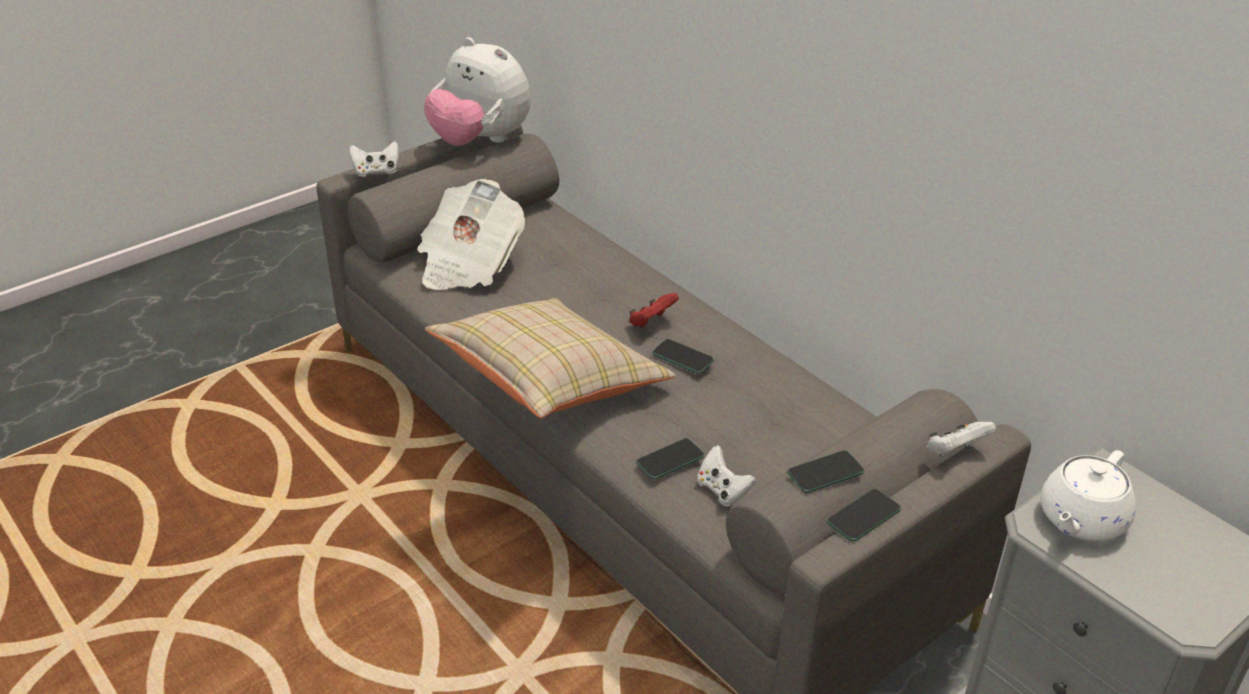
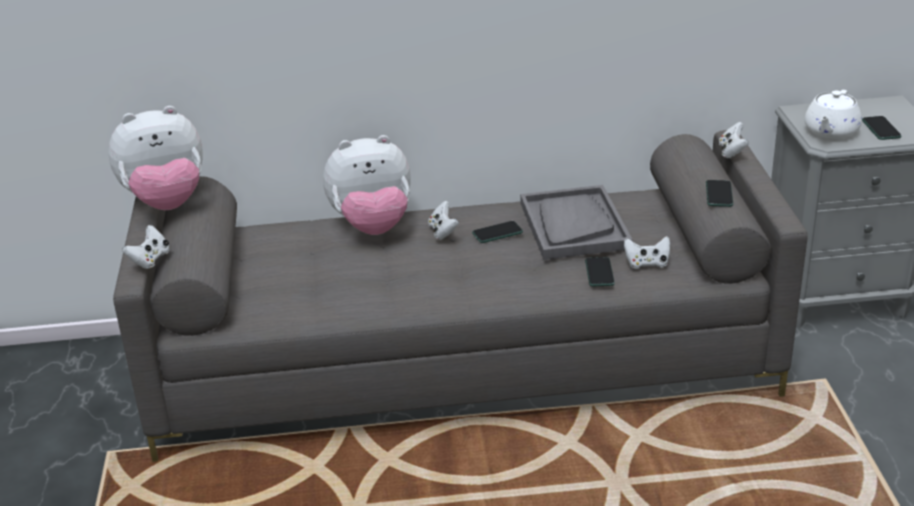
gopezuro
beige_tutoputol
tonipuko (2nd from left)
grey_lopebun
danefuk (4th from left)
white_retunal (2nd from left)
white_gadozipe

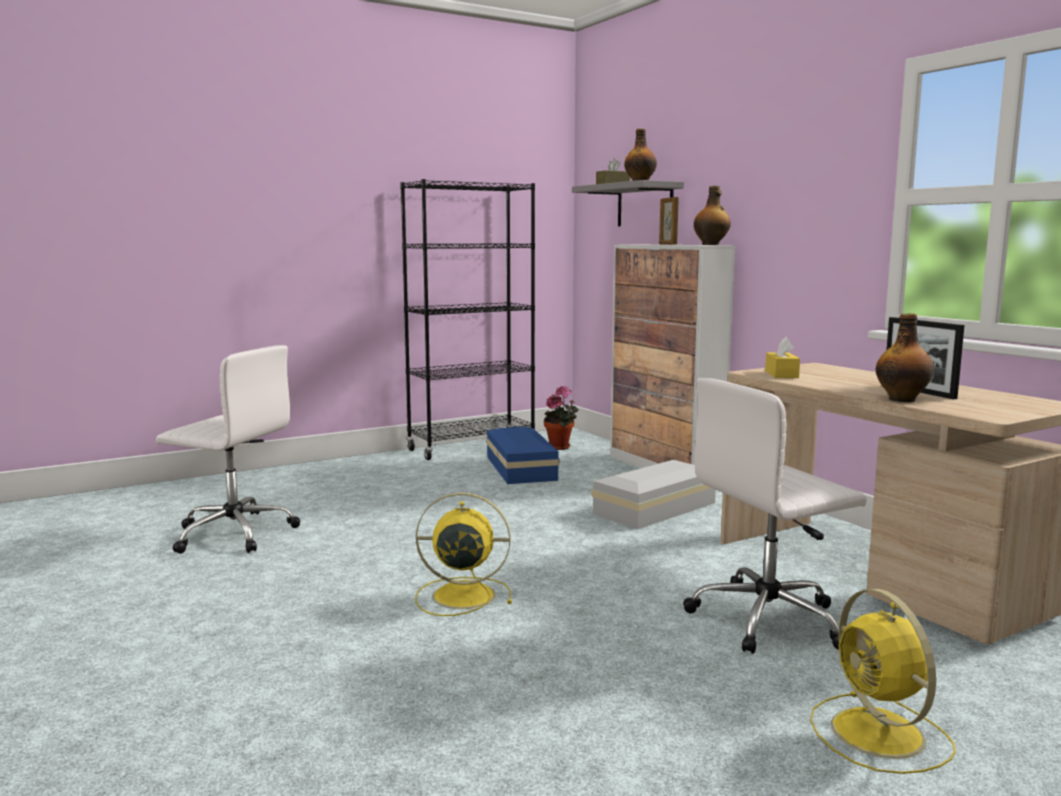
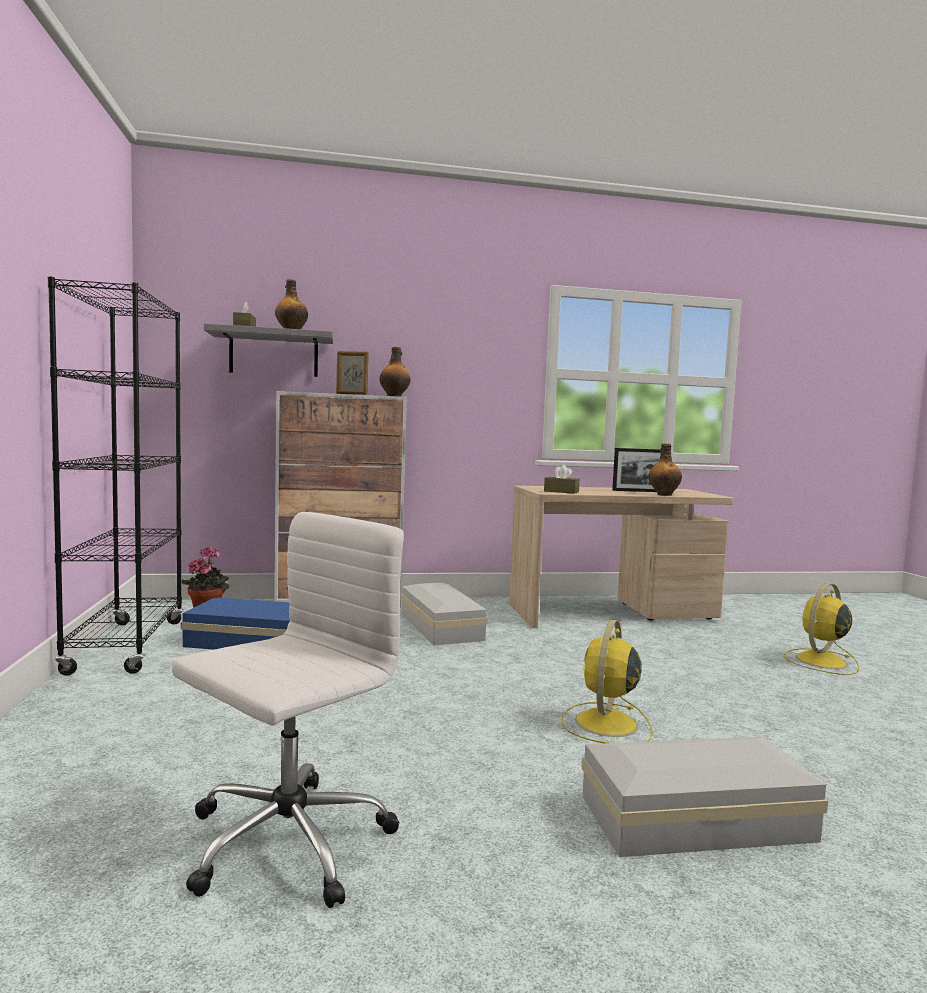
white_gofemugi (2nd from left in the first image)
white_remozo (2nd from left)
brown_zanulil (2nd from left)
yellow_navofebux (2nd from left)

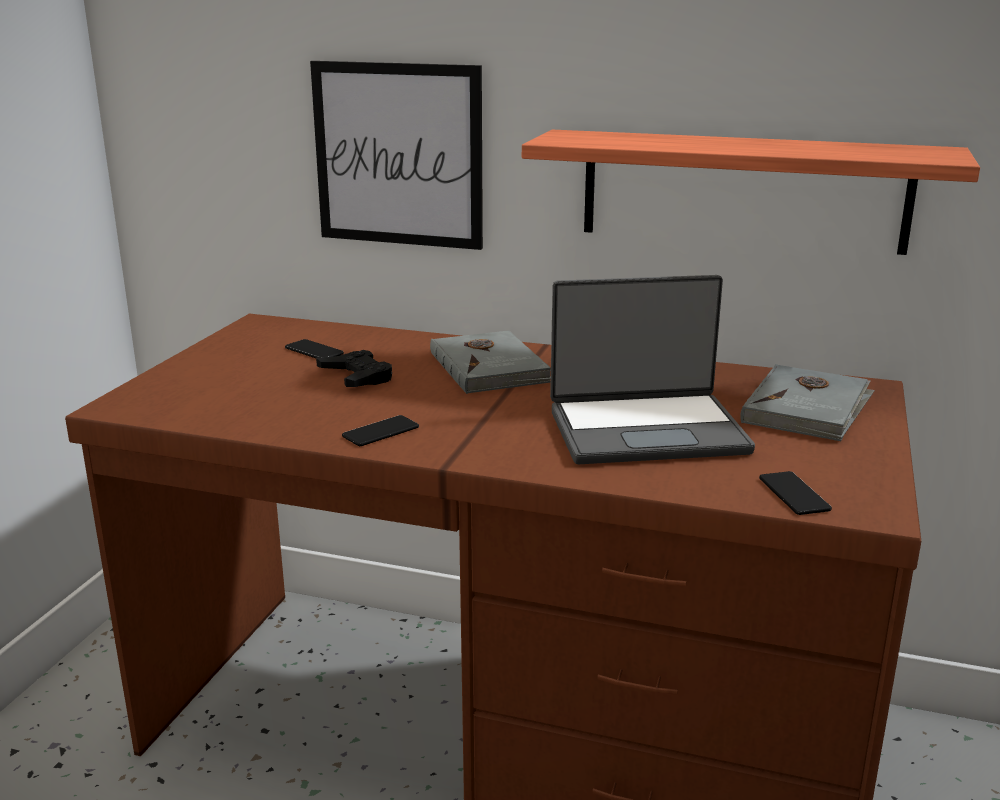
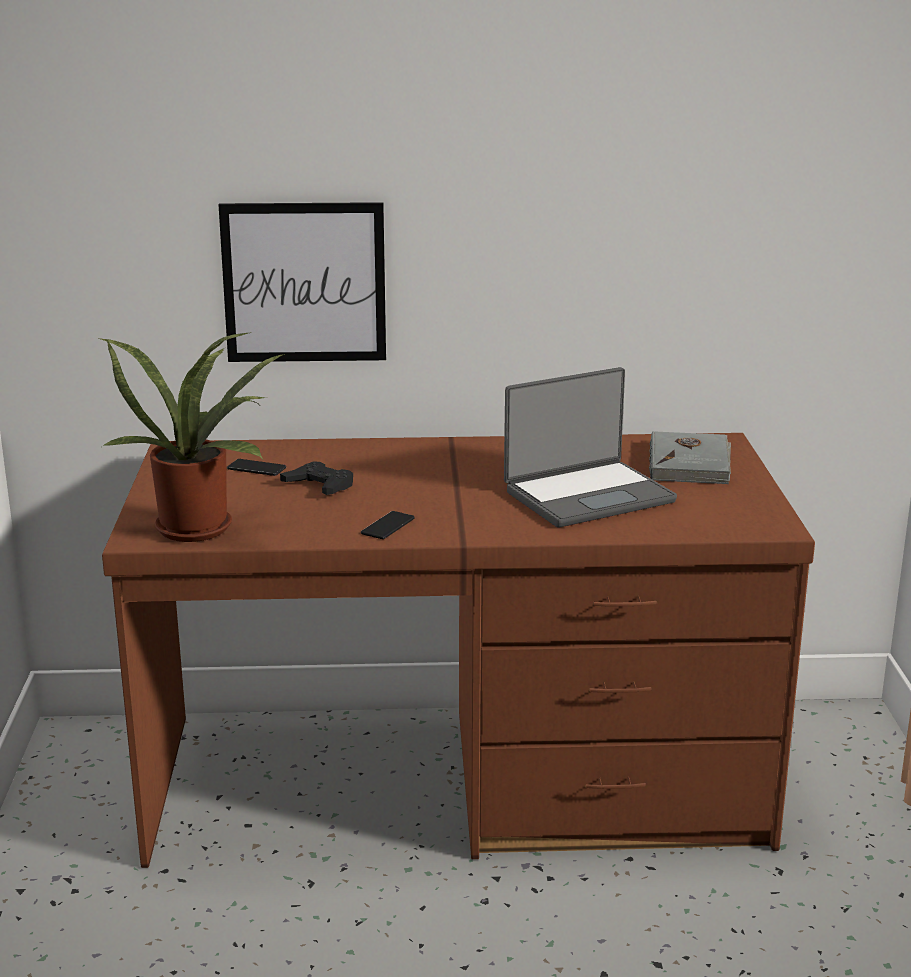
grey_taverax (1st from left in the first image)
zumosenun
danefuk (3rd from left in the first image)
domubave

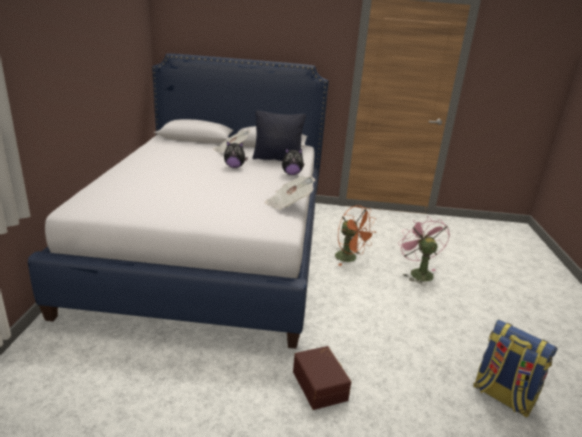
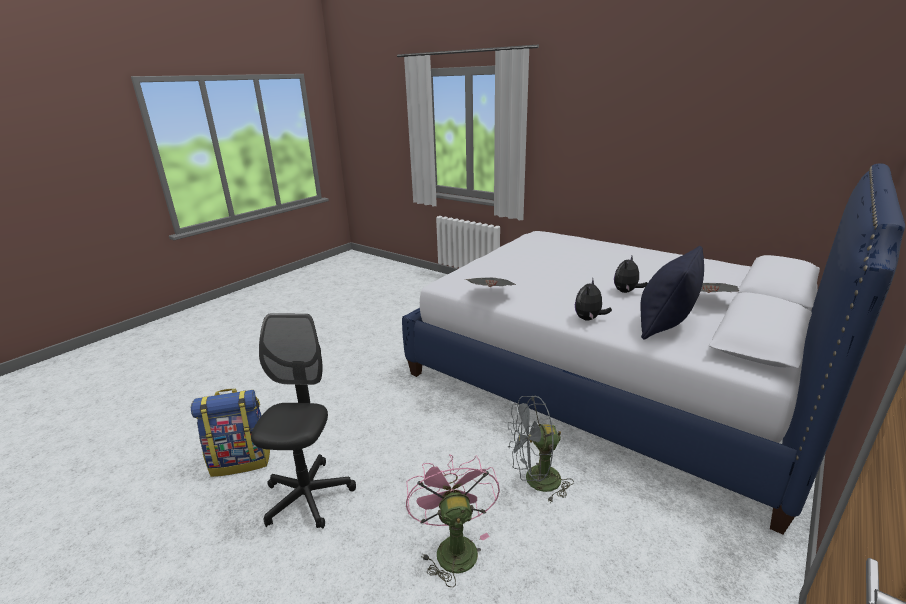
brown_remozo
black_gofemugi
grey_navofebux
pink_navofebux

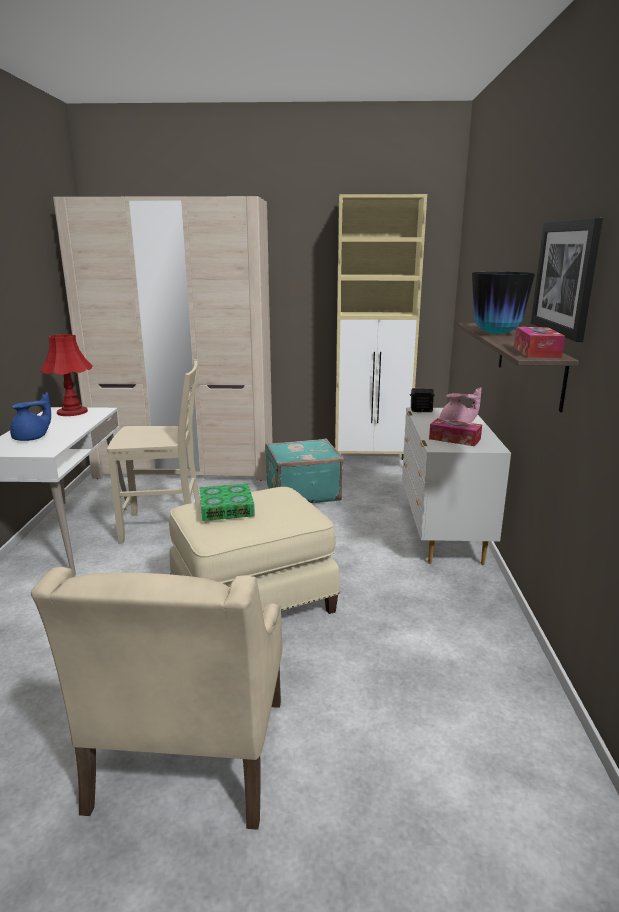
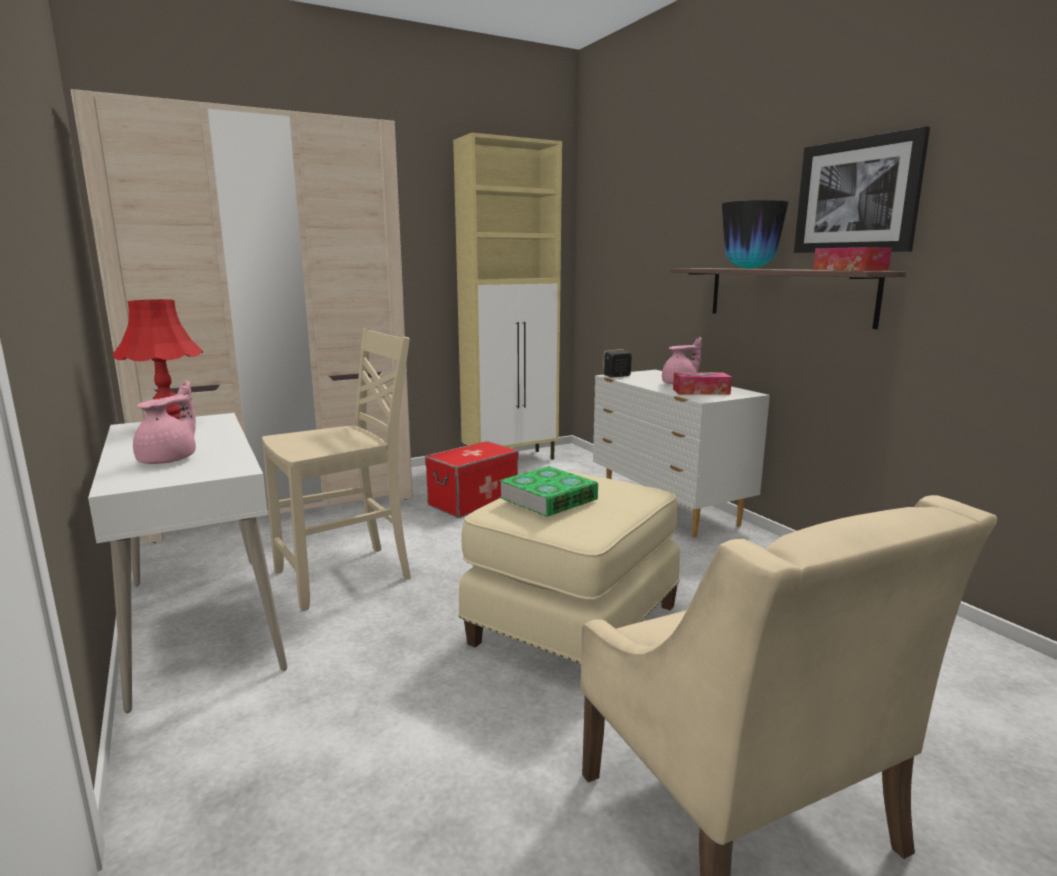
remozo
pink_gadozipe (1st from left)

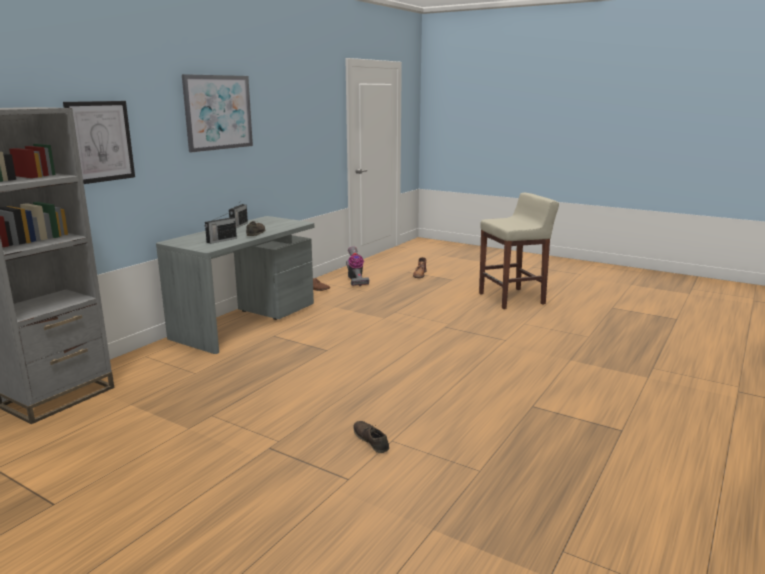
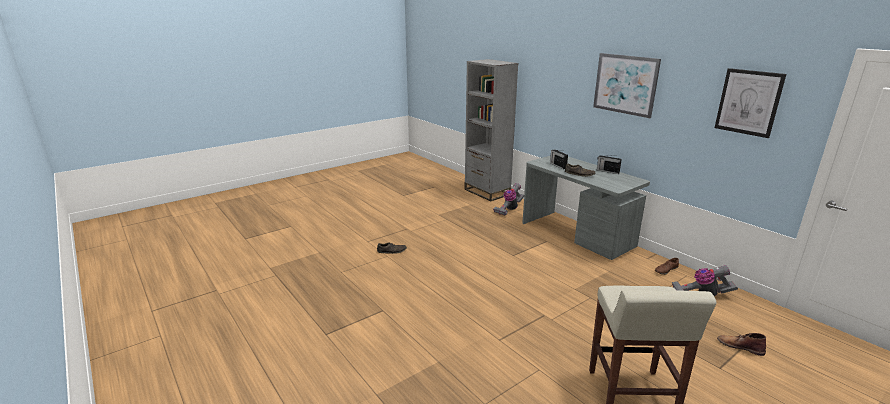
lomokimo (1st from left)
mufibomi (2nd from left)

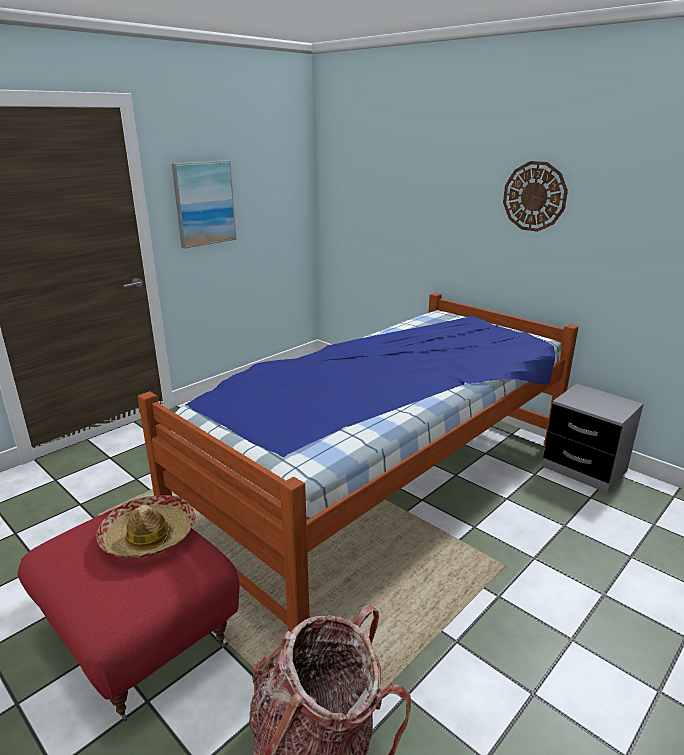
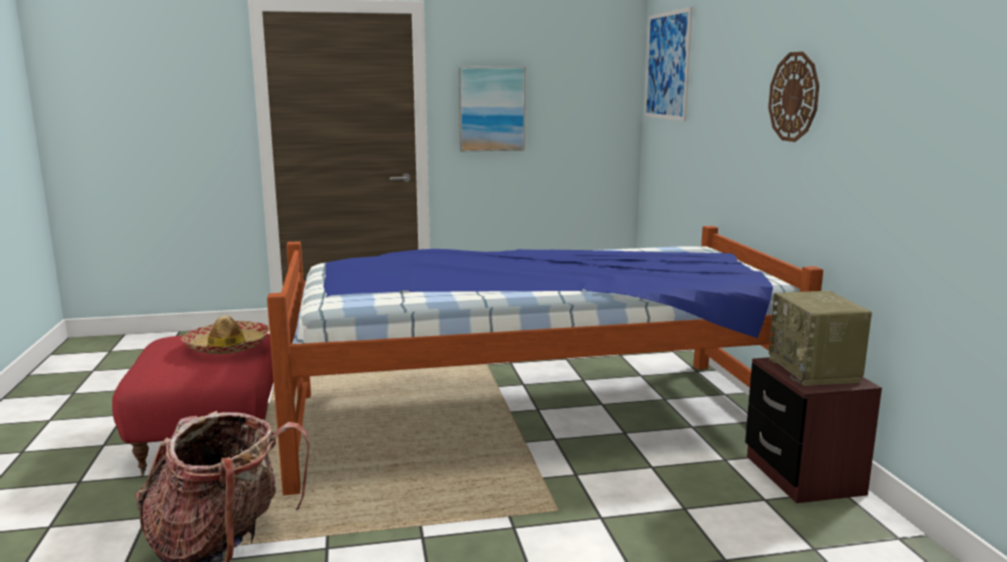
mufibomi (2nd from left)
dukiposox
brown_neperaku

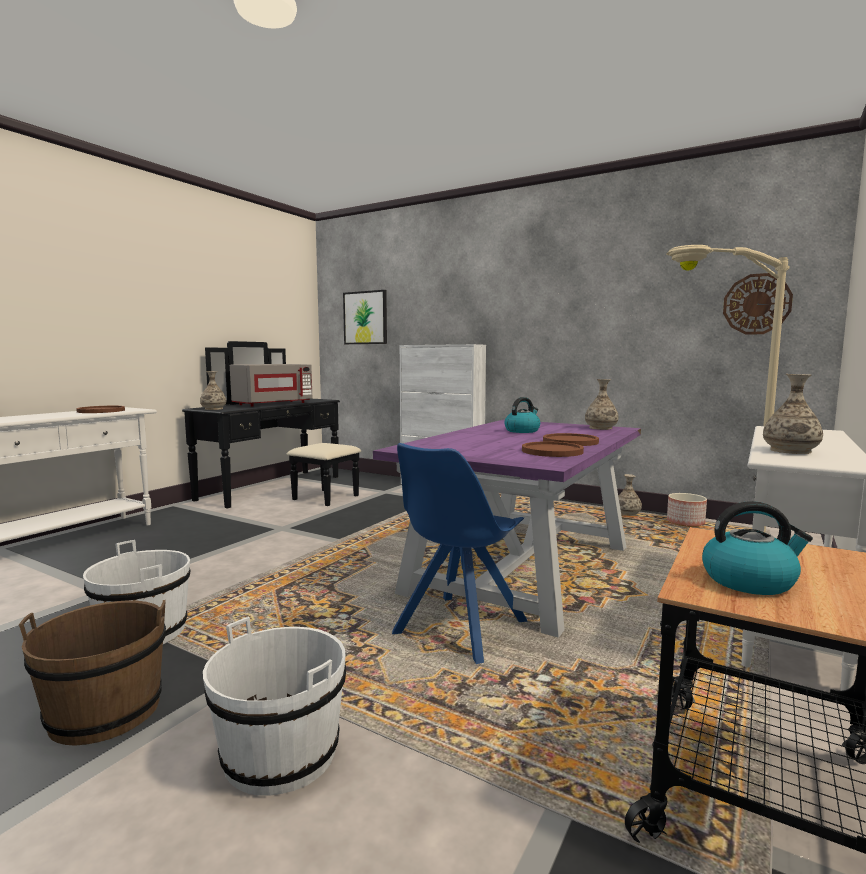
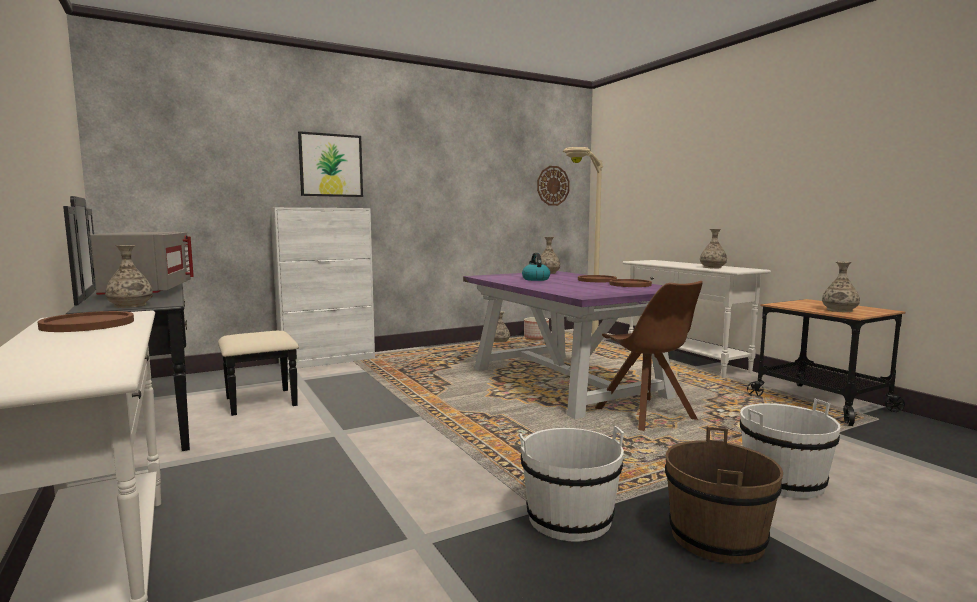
mufibomi
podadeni (5th from left)
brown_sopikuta

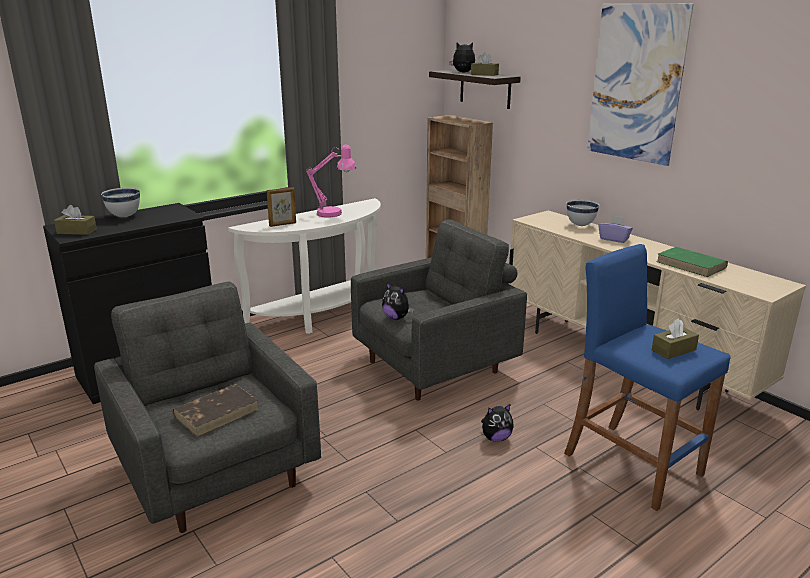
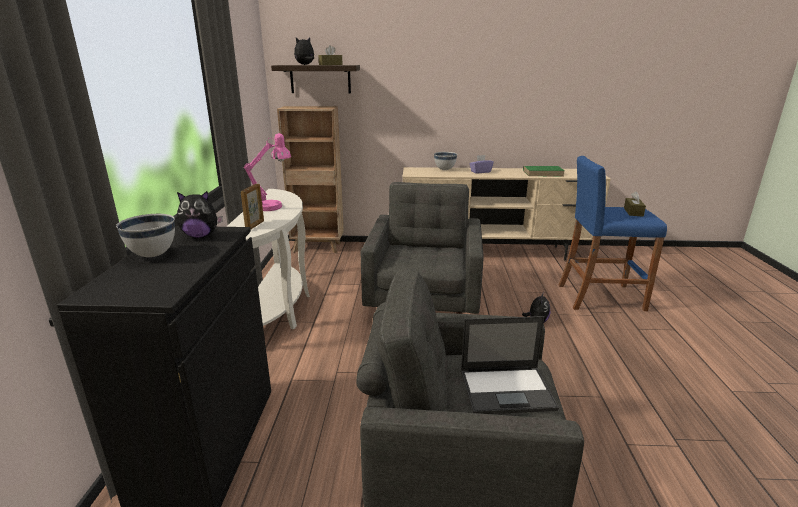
brown_zanulil (1st from left in the first image)
mufibomi
tonipuko (1st from left)
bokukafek

